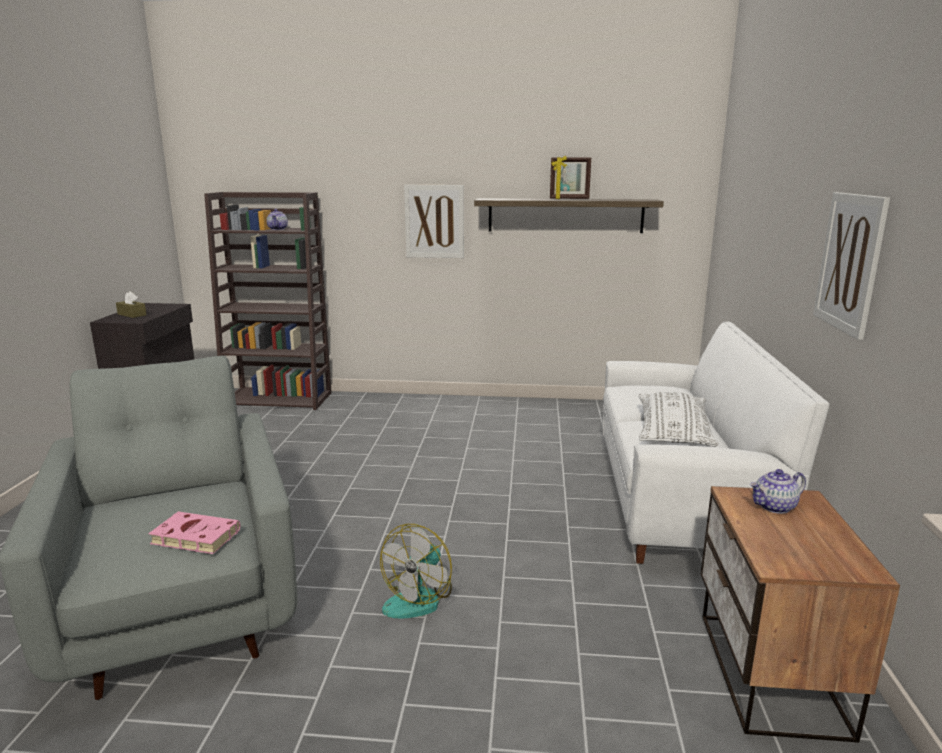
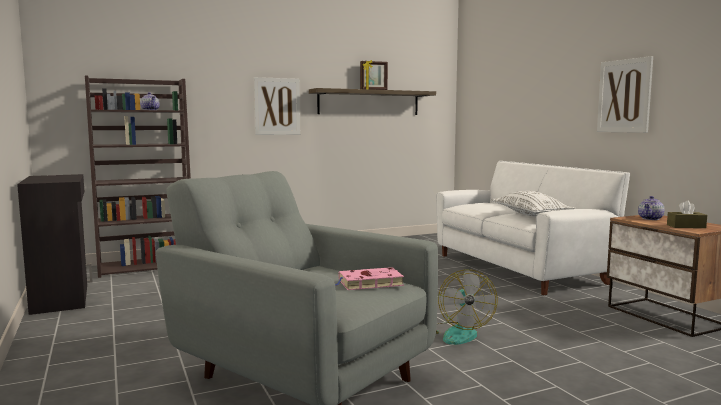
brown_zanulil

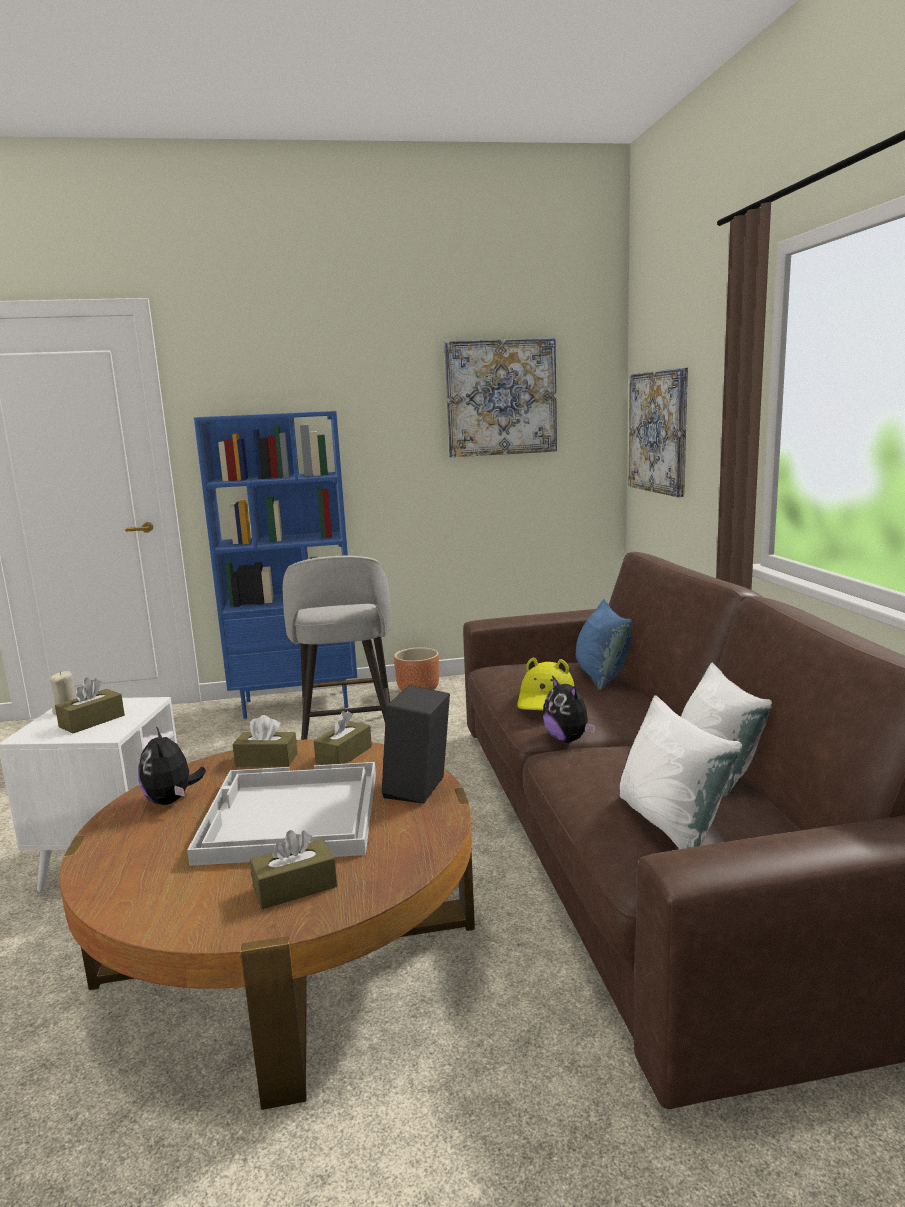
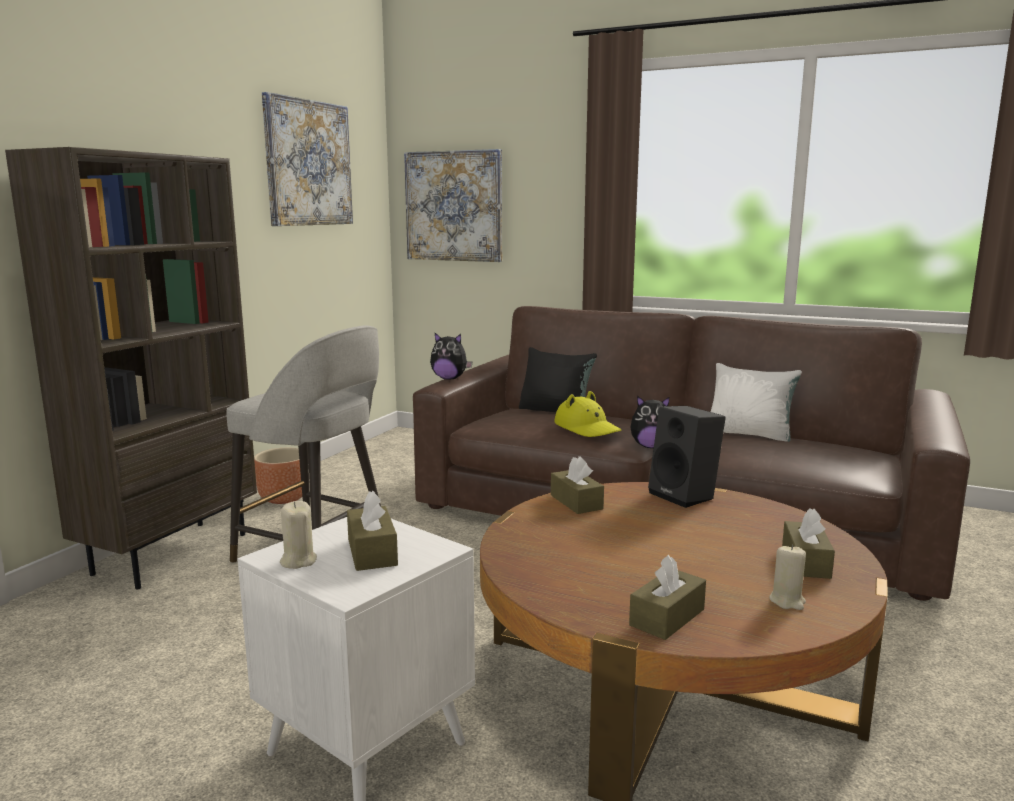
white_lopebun
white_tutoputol (1st from left in the first image)
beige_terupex (2nd from left)
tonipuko (1st from left)
brown_zanulil (3rd from left)
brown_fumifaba
black_tutoputol

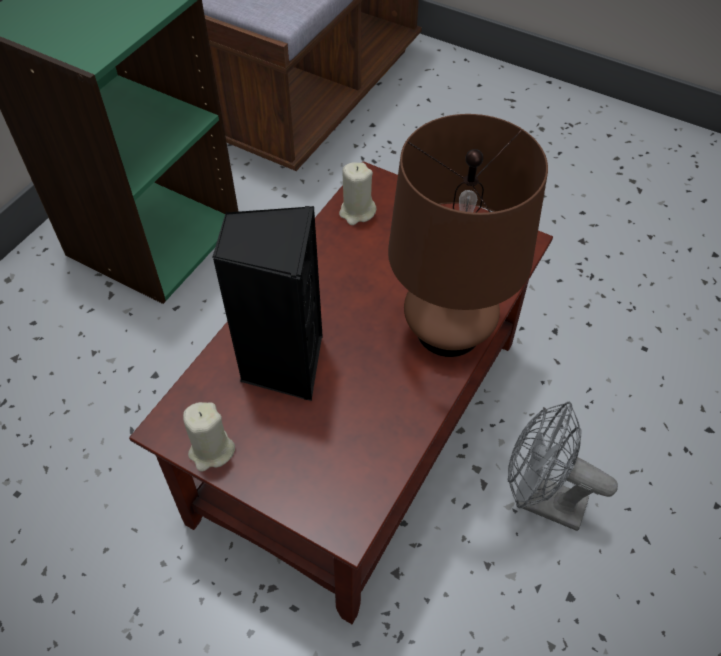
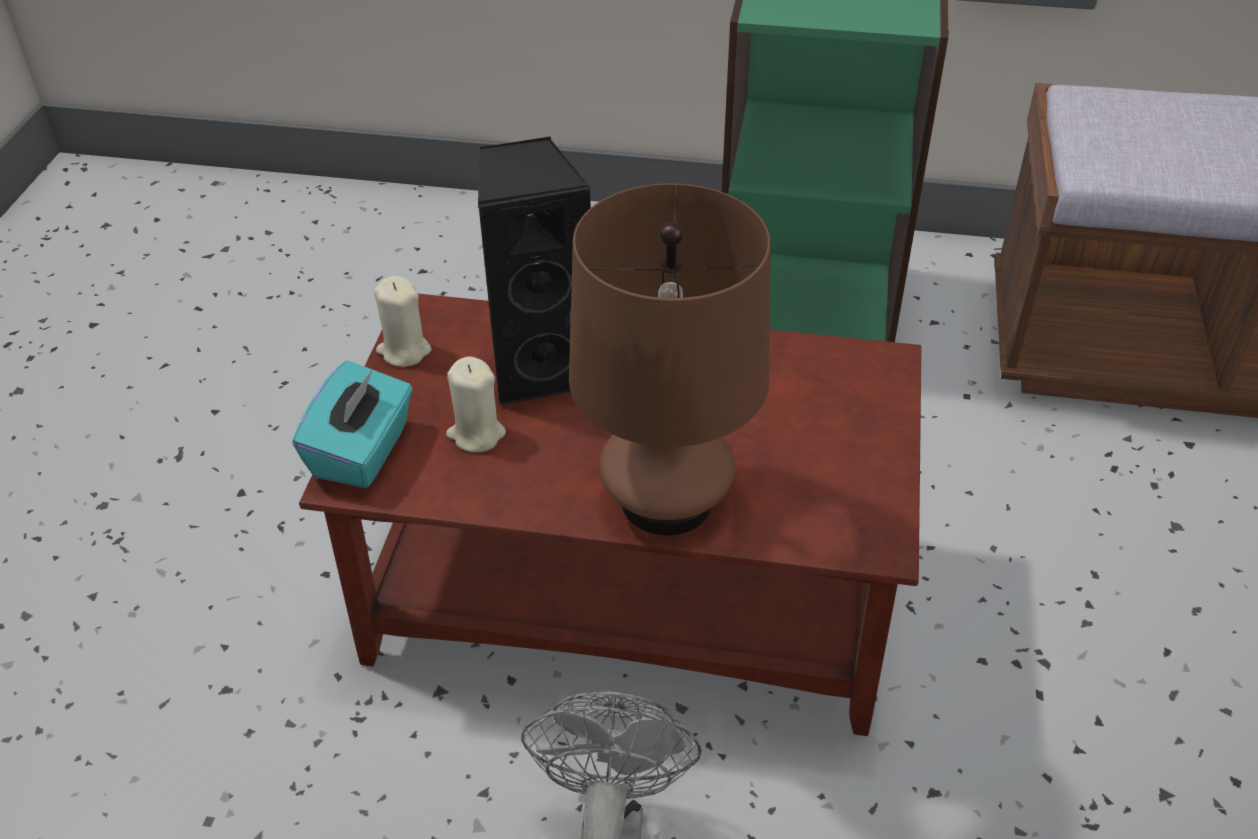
turquoise_zanulil
beige_terupex (2nd from left)

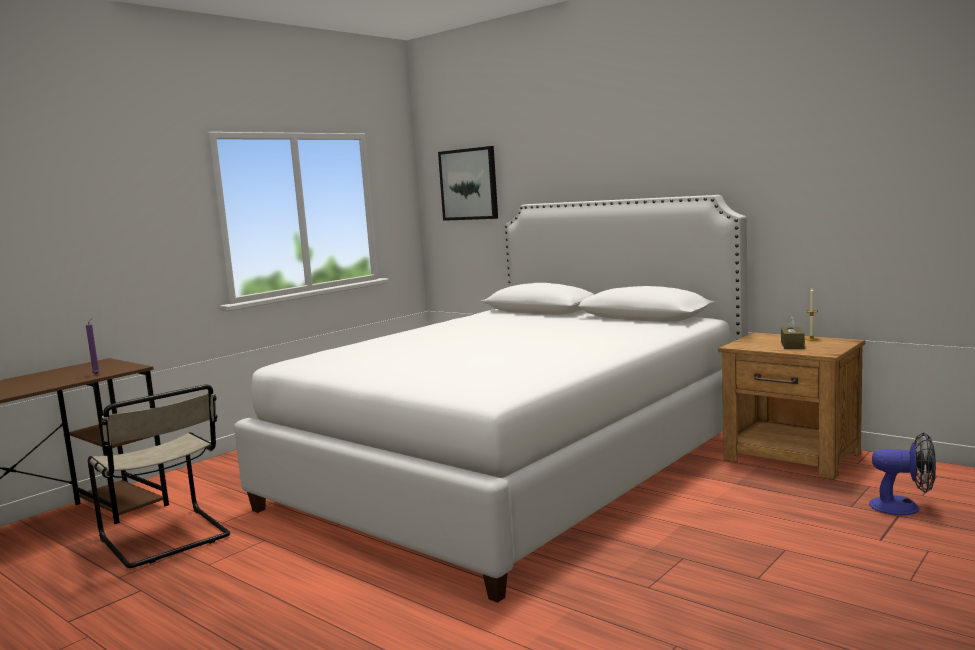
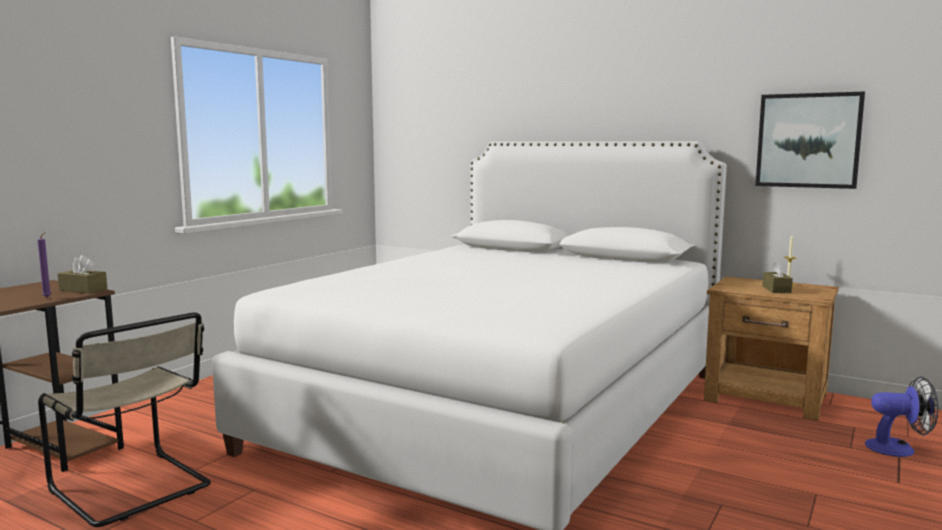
brown_zanulil (1st from left)
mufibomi

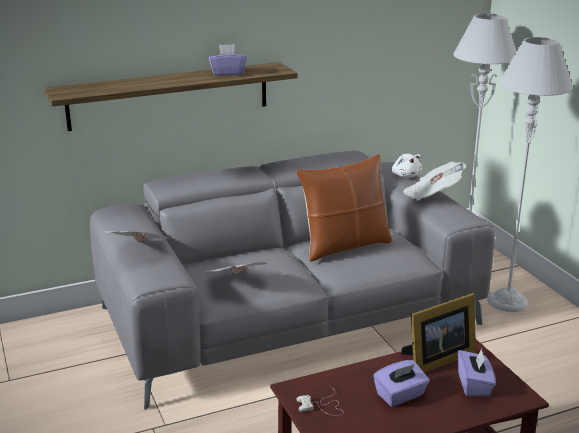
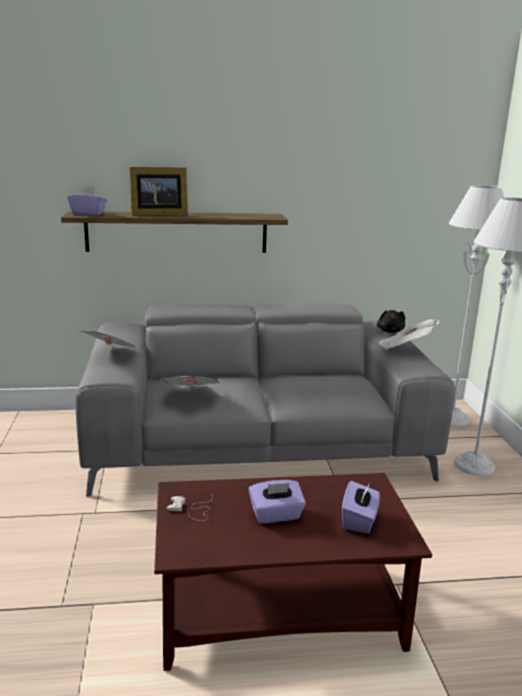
brown_tutoputol
purple_zanulil (1st from left)
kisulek
black_tonipuko

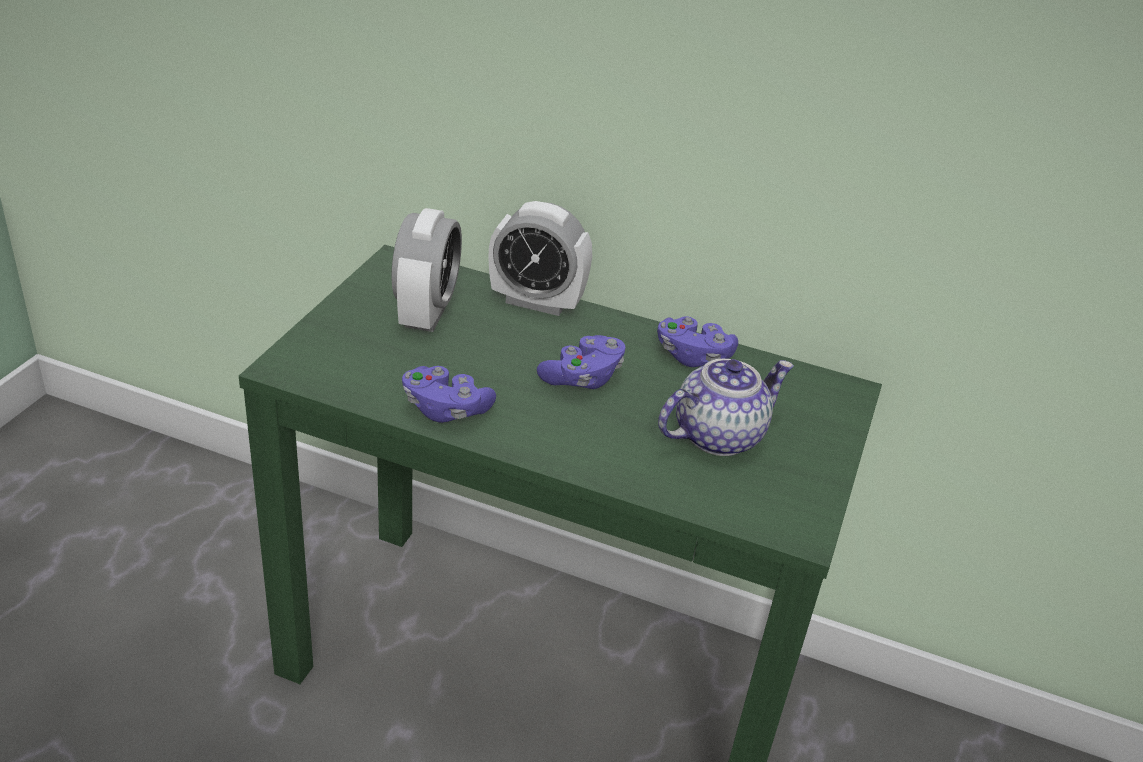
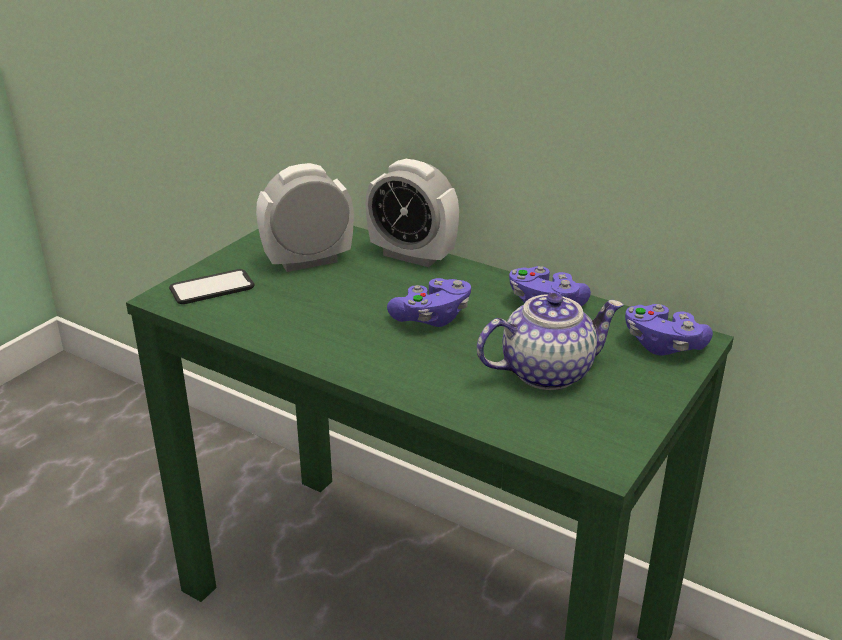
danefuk
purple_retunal (3rd from left)
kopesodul (1st from left)

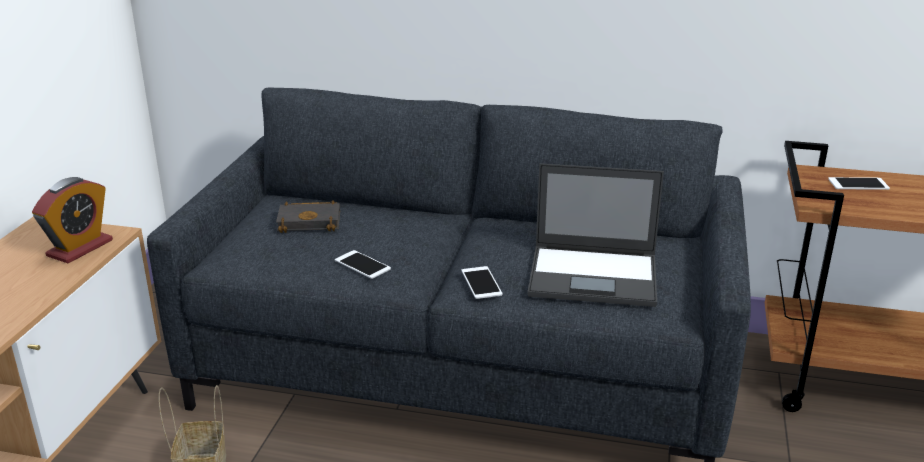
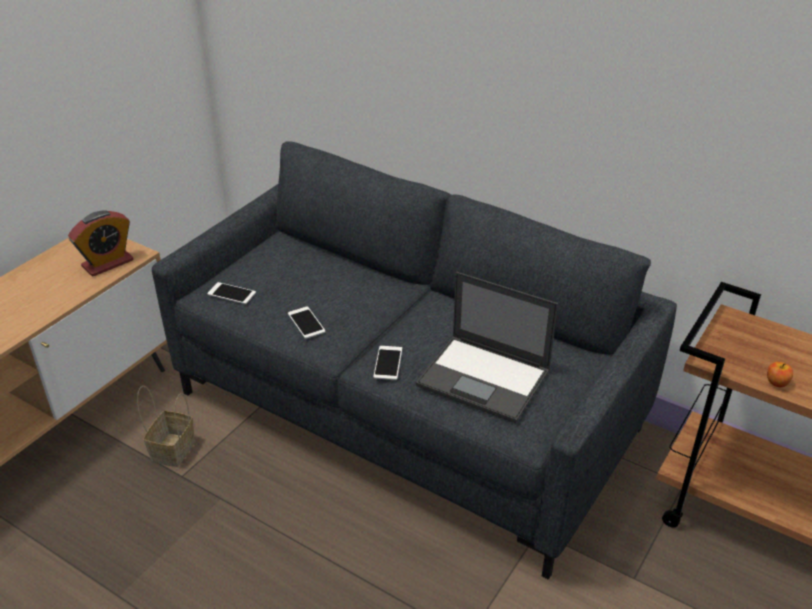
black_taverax
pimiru
danefuk (1st from left)

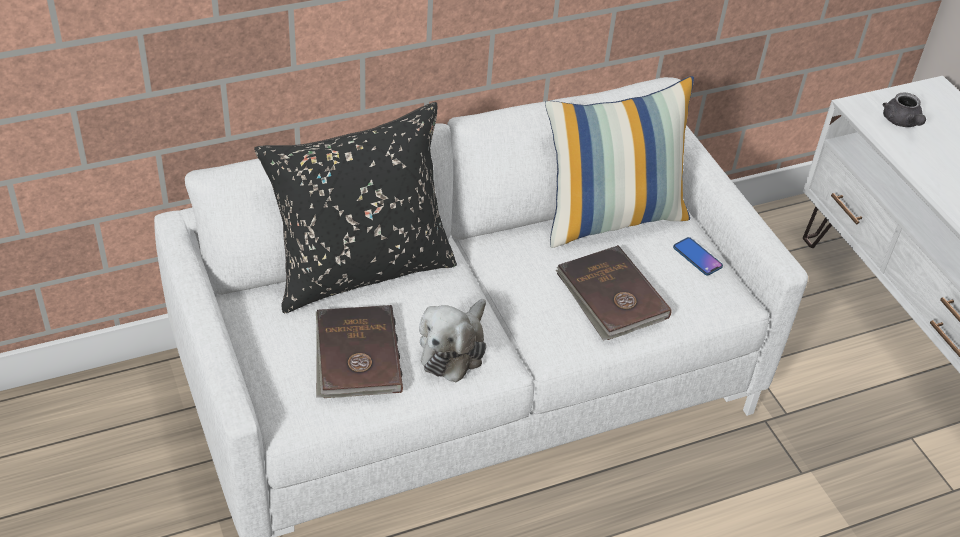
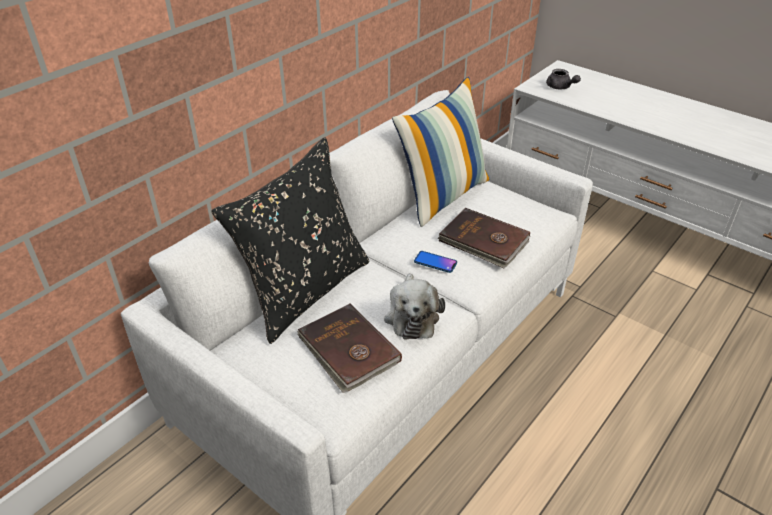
danefuk

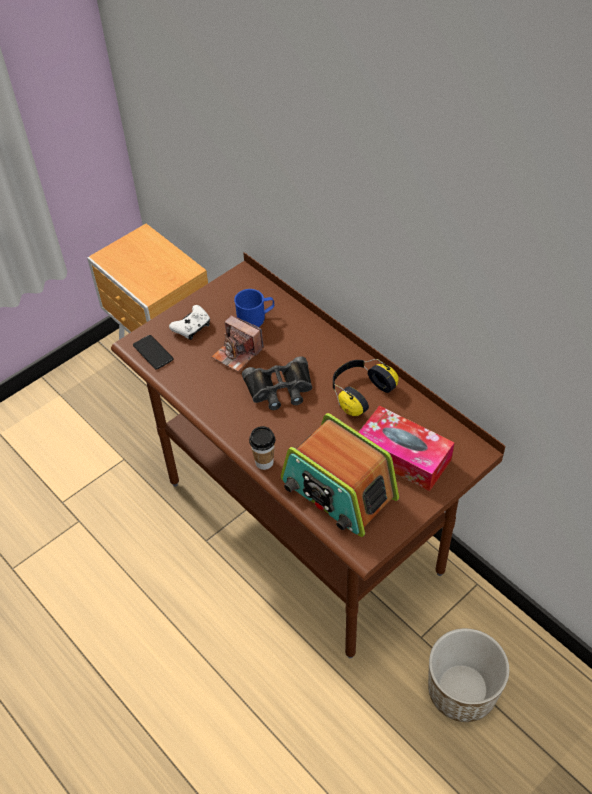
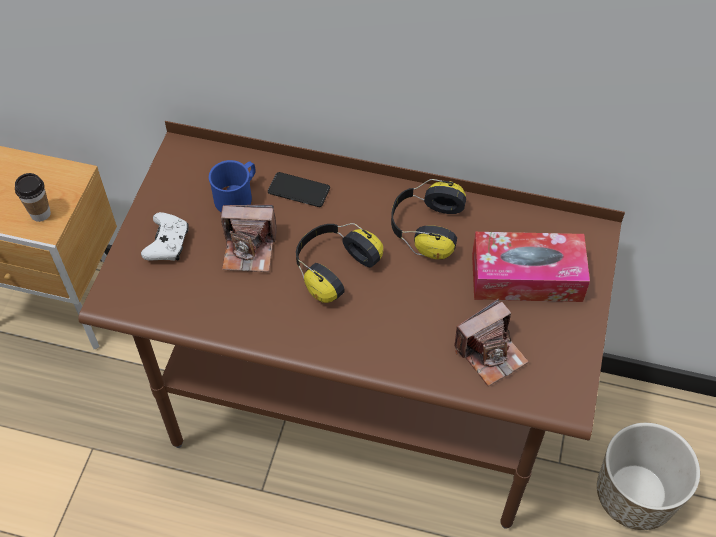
danefuk
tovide
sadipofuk (1st from left)
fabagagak (2nd from left)

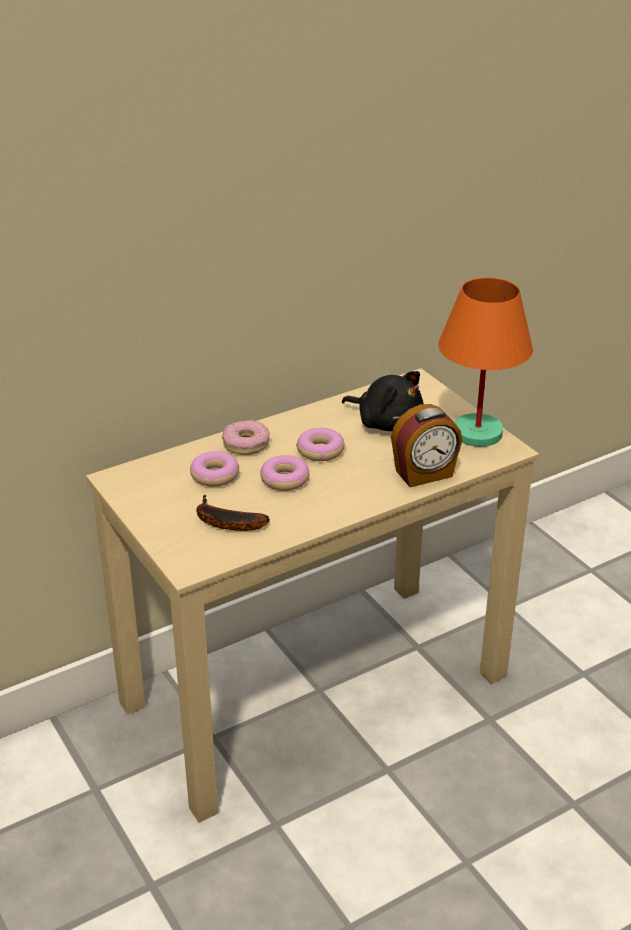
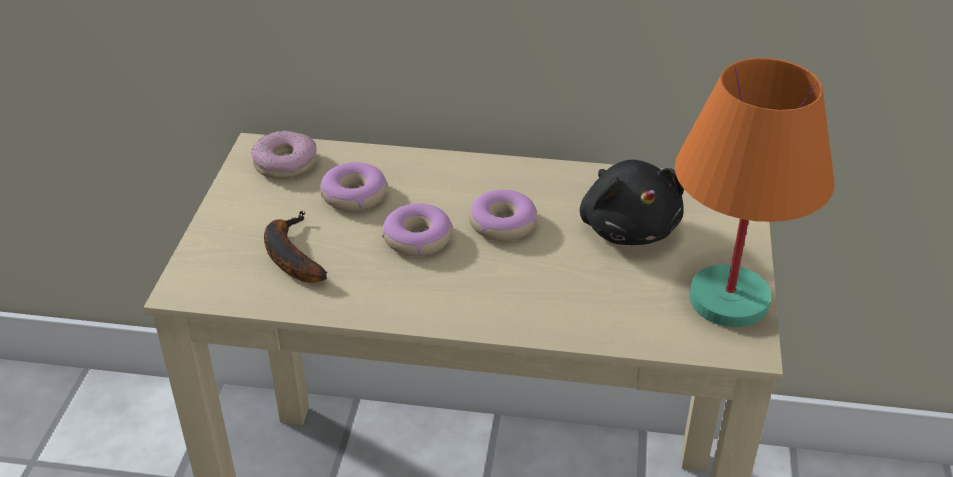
kopesodul
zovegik (1st from left)

